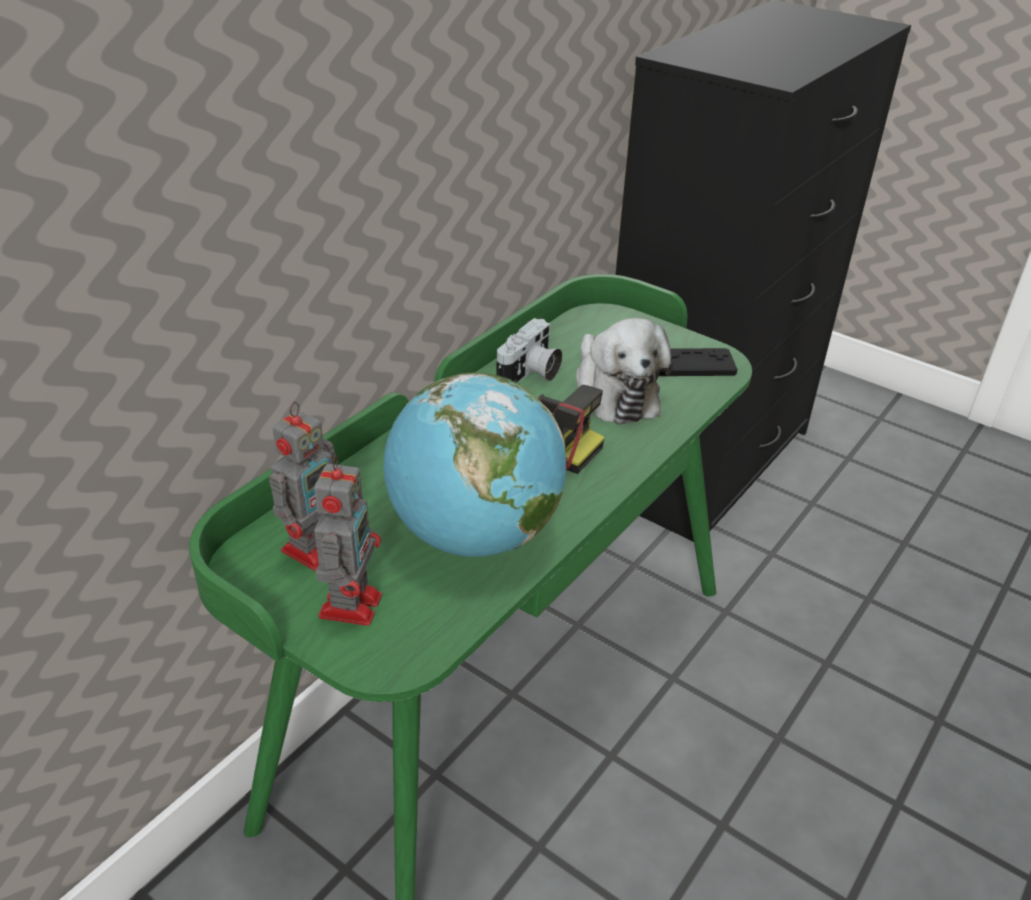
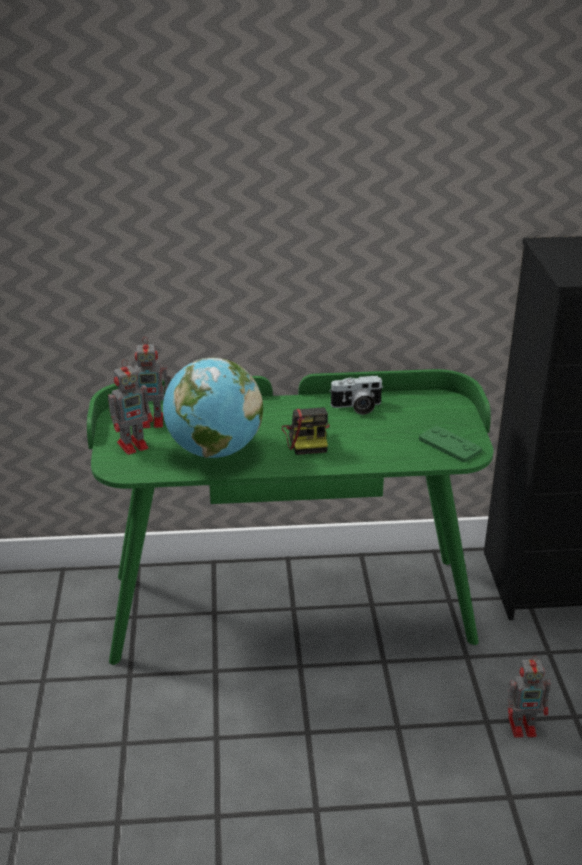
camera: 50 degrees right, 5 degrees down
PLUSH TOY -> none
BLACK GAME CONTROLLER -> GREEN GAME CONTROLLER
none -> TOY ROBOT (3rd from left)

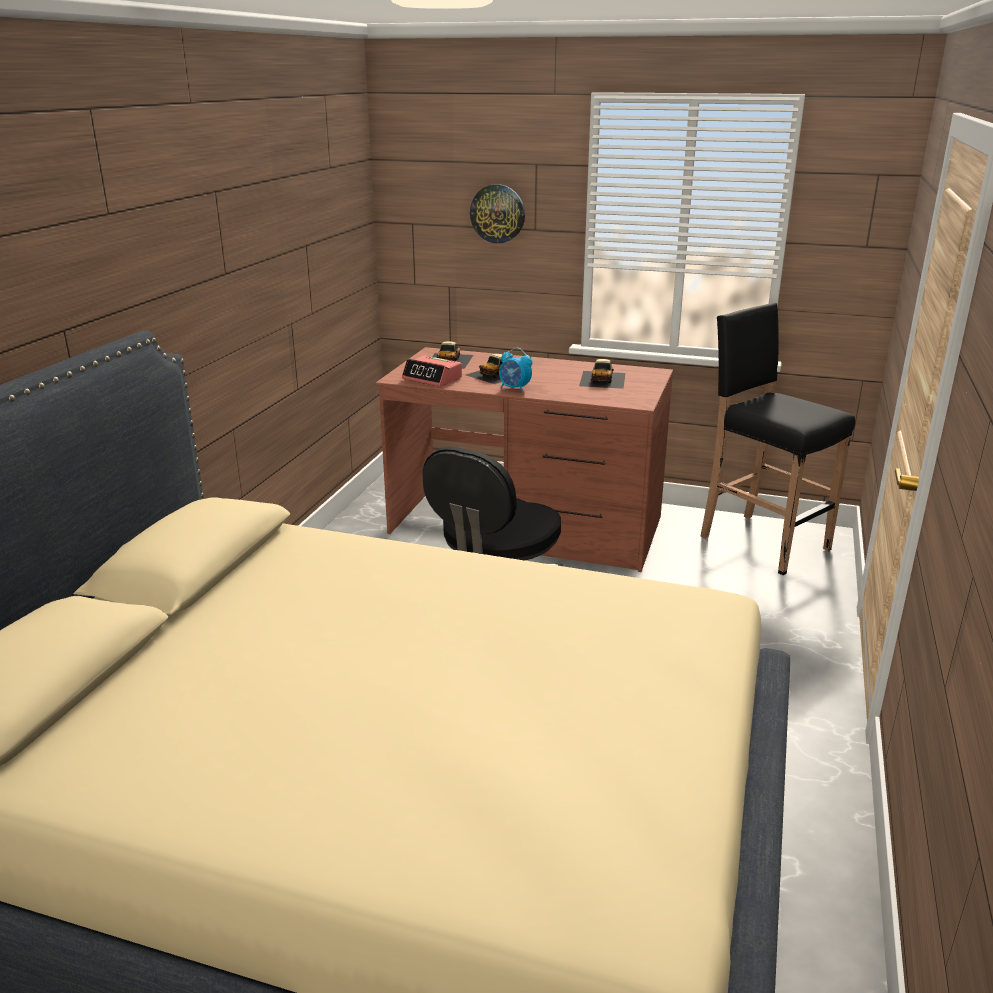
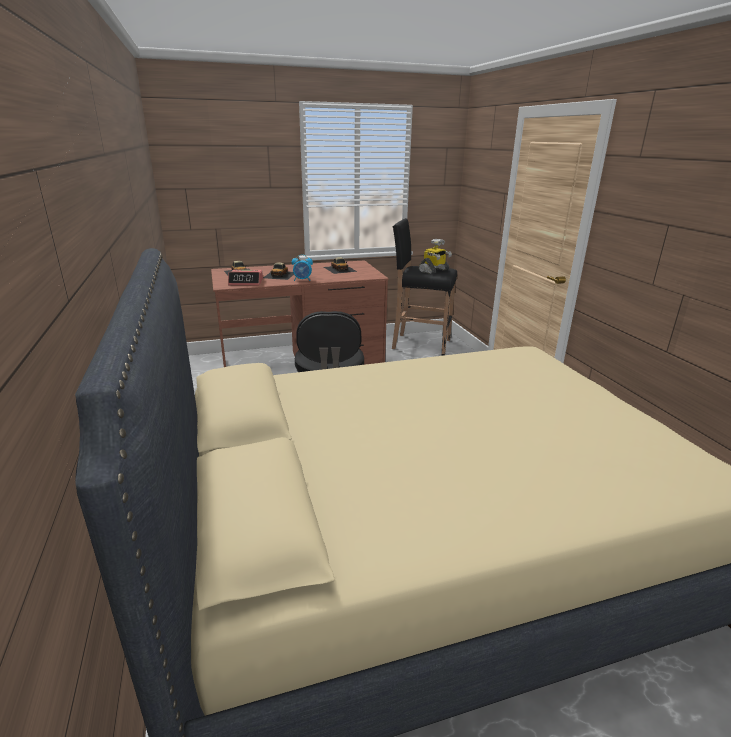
camera: 35 degrees left, 0 degrees up
WALL CLOCK -> none
none -> TOY ROBOT

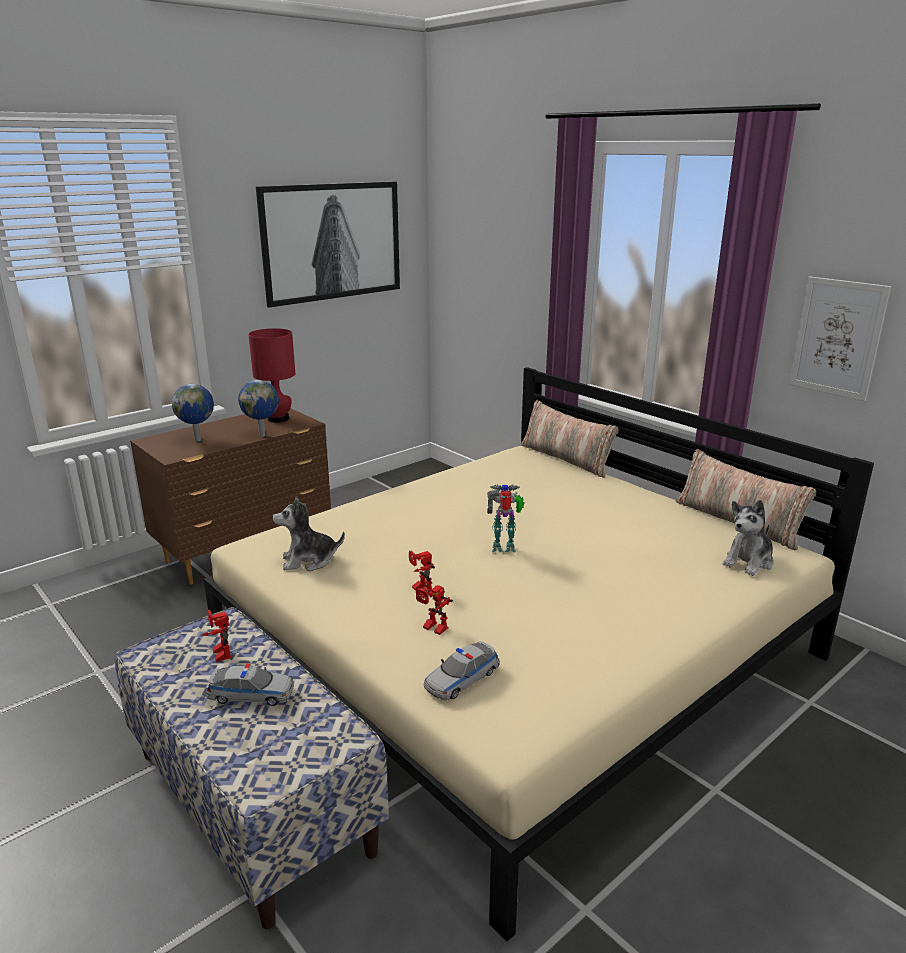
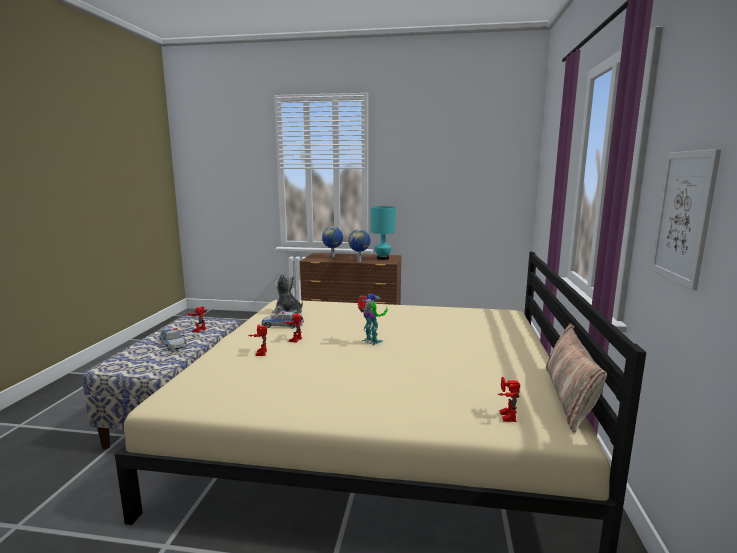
camera: 50 degrees right, 10 degrees down
PICTURE (1st from left) -> none
RED TABLE LAMP -> TURQUOISE TABLE LAMP
PILLOW (1st from left) -> none
PLUSH TOY (2nd from left) -> TOY ROBOT (5th from left)
TOY CAR (2nd from left), move

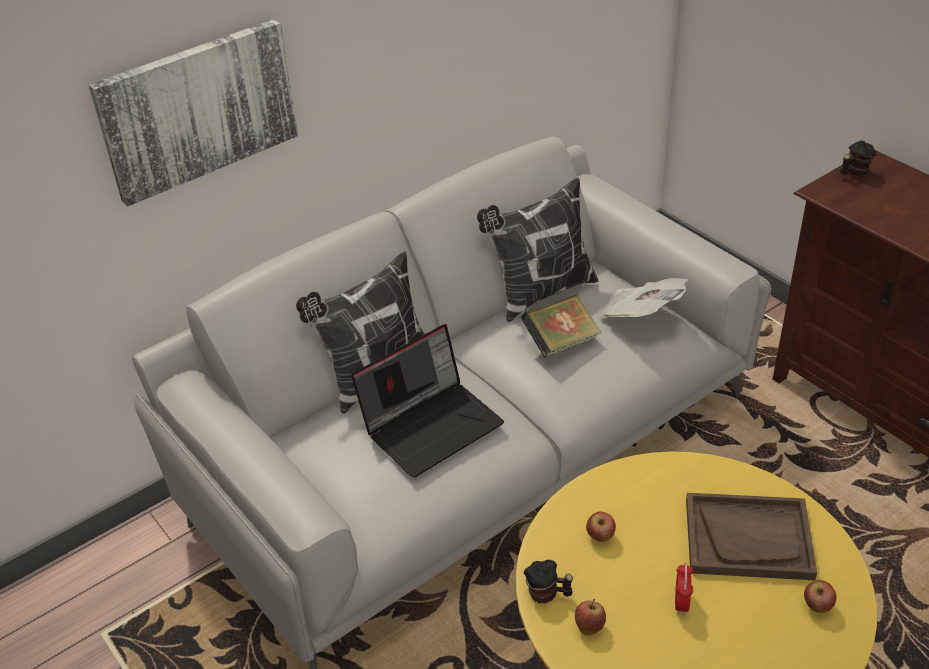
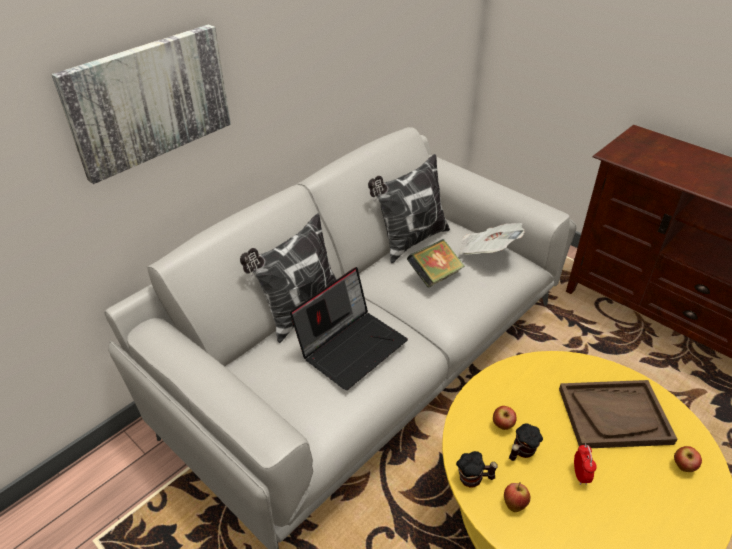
camera: 10 degrees left, 0 degrees up
MUG (2nd from left), move

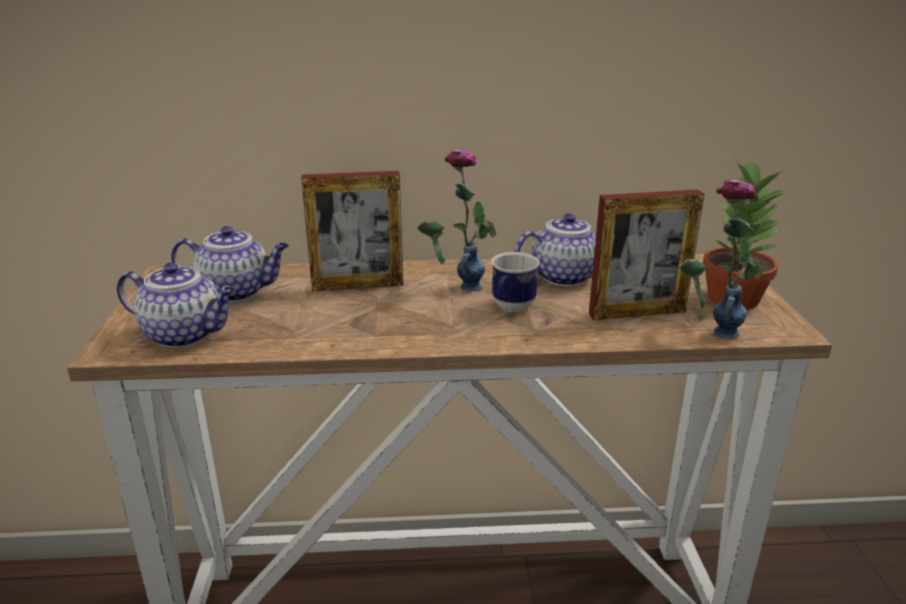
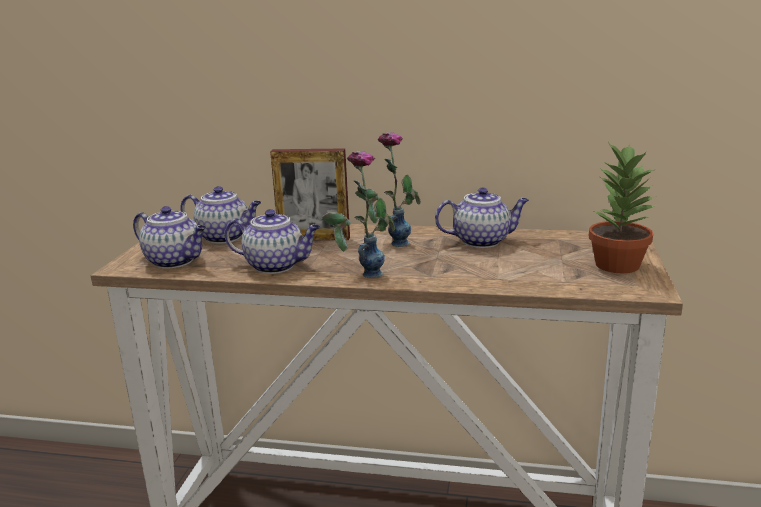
camera: 15 degrees right, 5 degrees down
VASE (2nd from left in the first image) -> VASE (1st from left), move
PICTURE FRAME (2nd from left) -> none
MUG -> none
none -> TEAPOT (3rd from left)

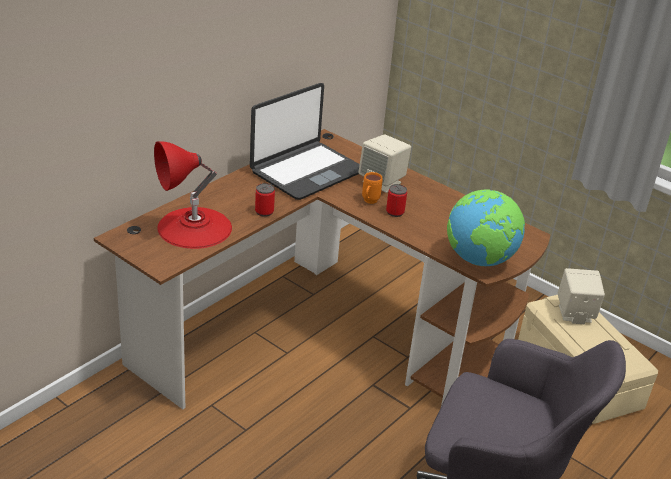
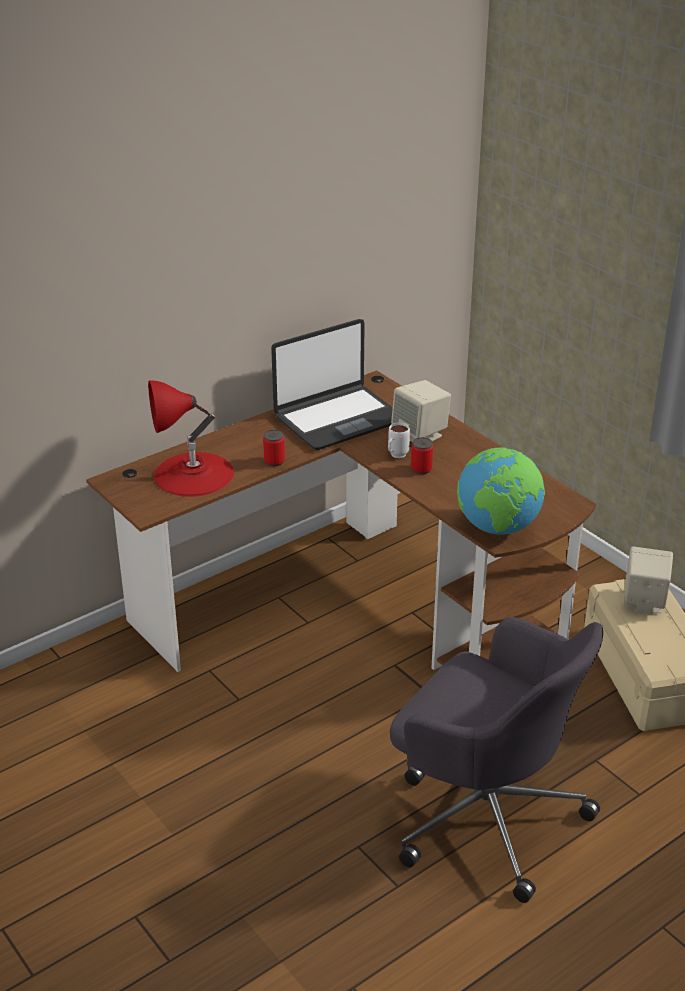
camera: 15 degrees right, 0 degrees up
ORANGE MUG -> WHITE MUG

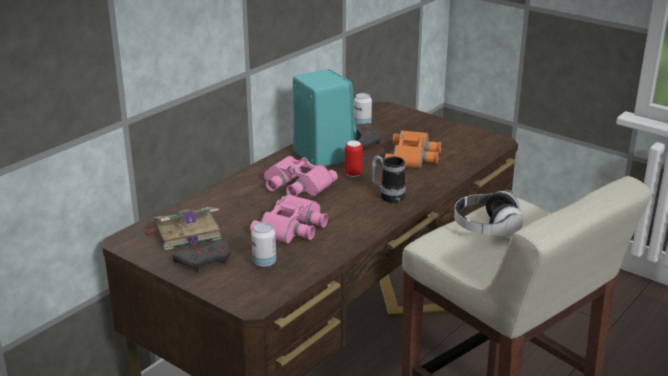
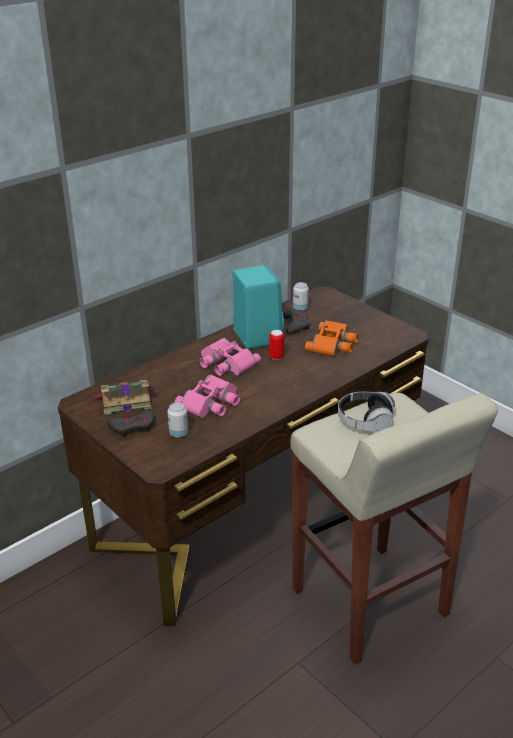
camera: 10 degrees right, 5 degrees up
MUG -> none

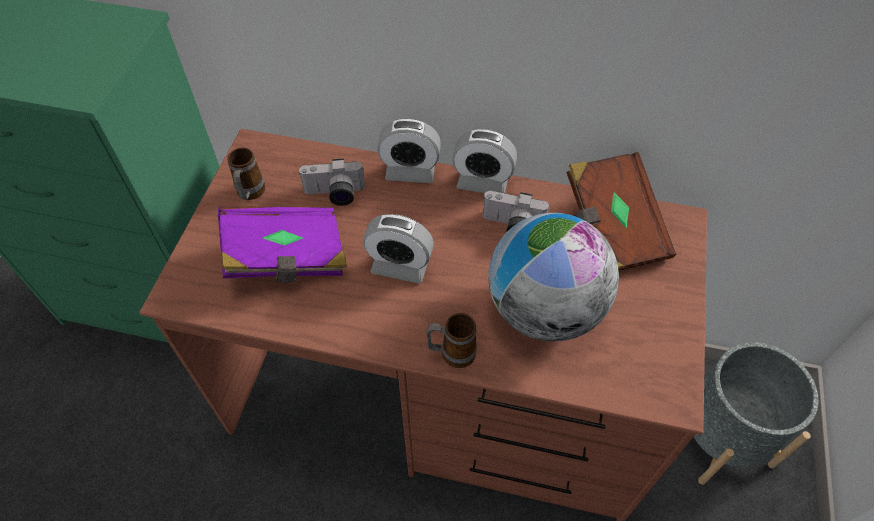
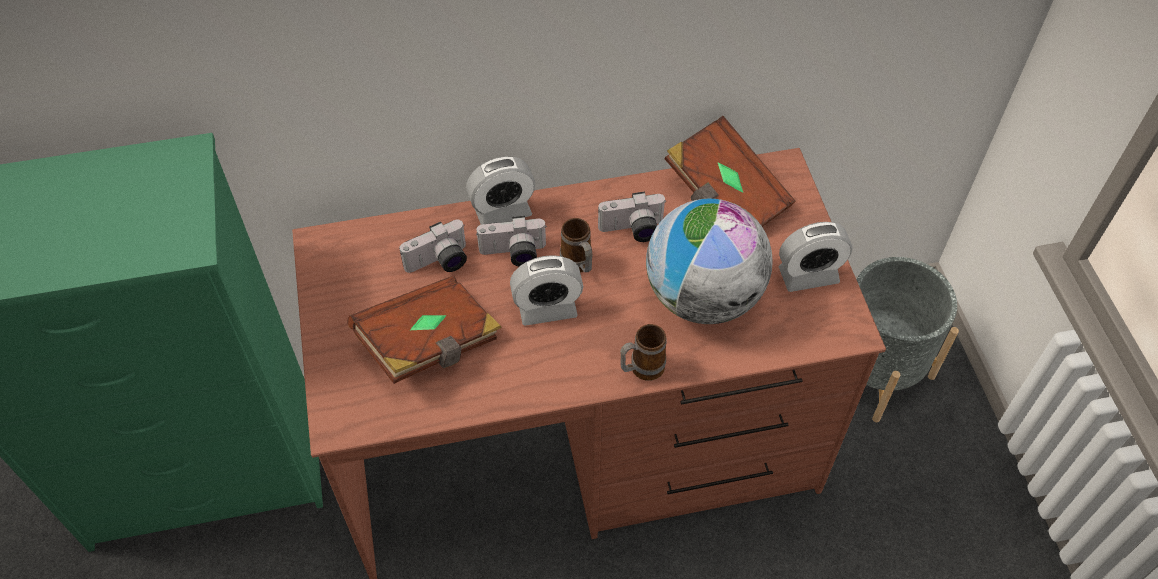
camera: 25 degrees left, 0 degrees up
ALARM CLOCK (3rd from left), move
MUG (1st from left), move
PURPLE BOOK -> BROWN BOOK (1st from left)
none -> PHOTO CAMERA (2nd from left)

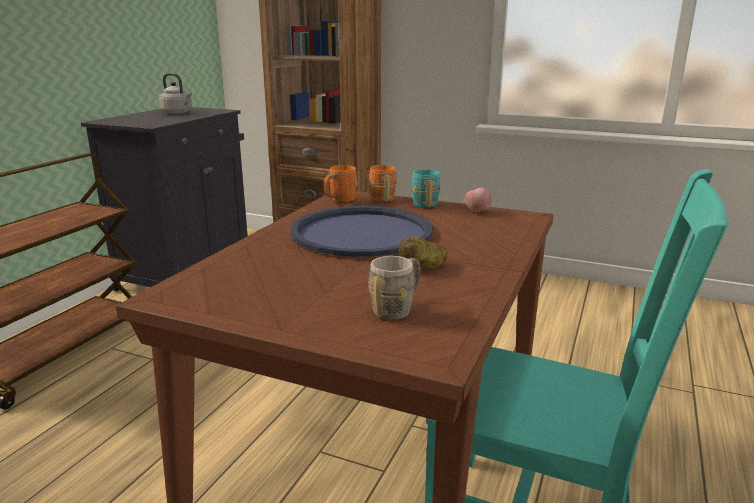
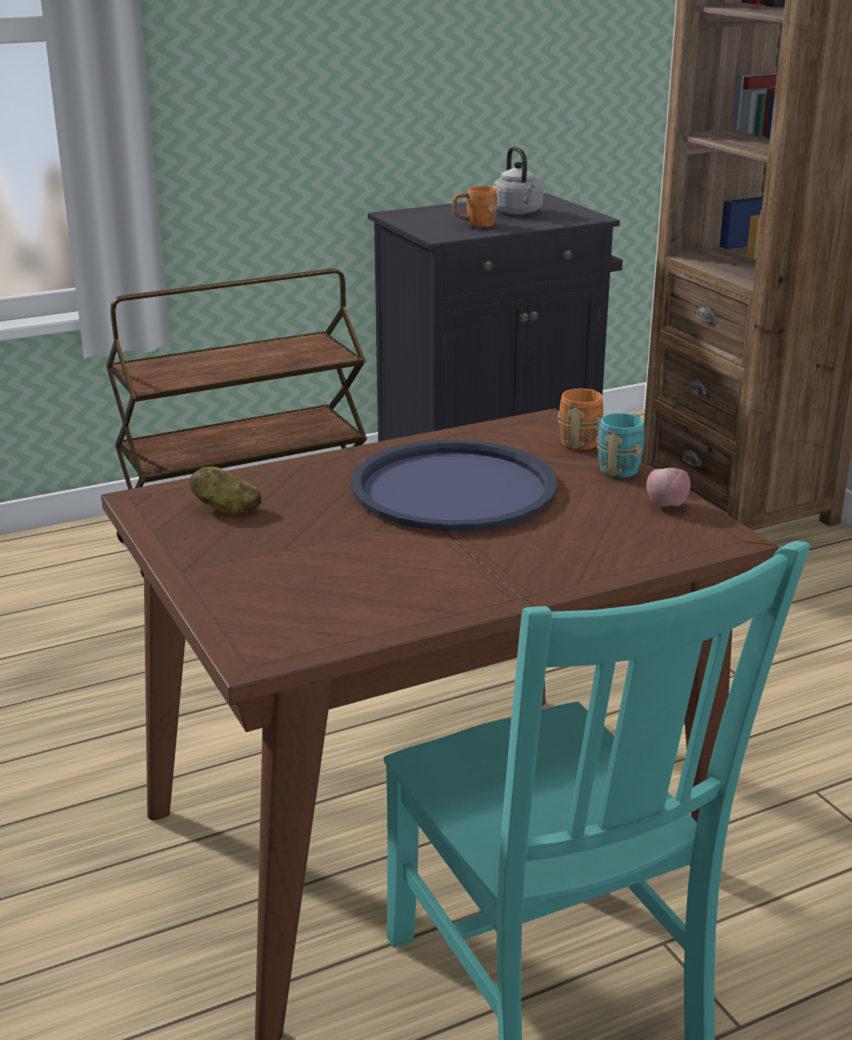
camera: 40 degrees right, 5 degrees up
ORANGE MUG (1st from left), move
POTATO, move
GREY MUG -> none

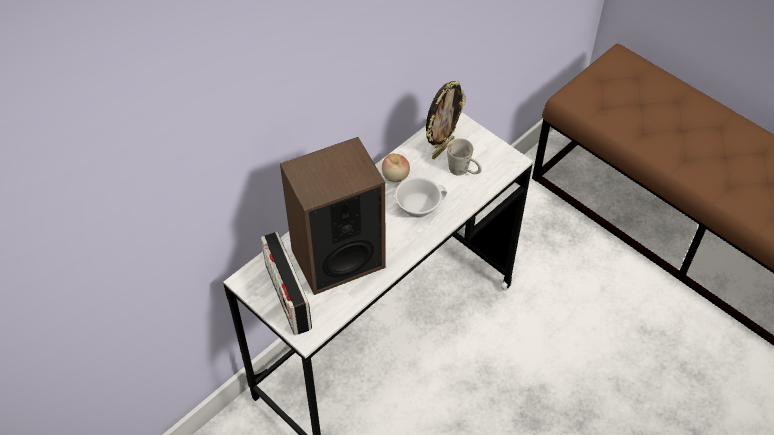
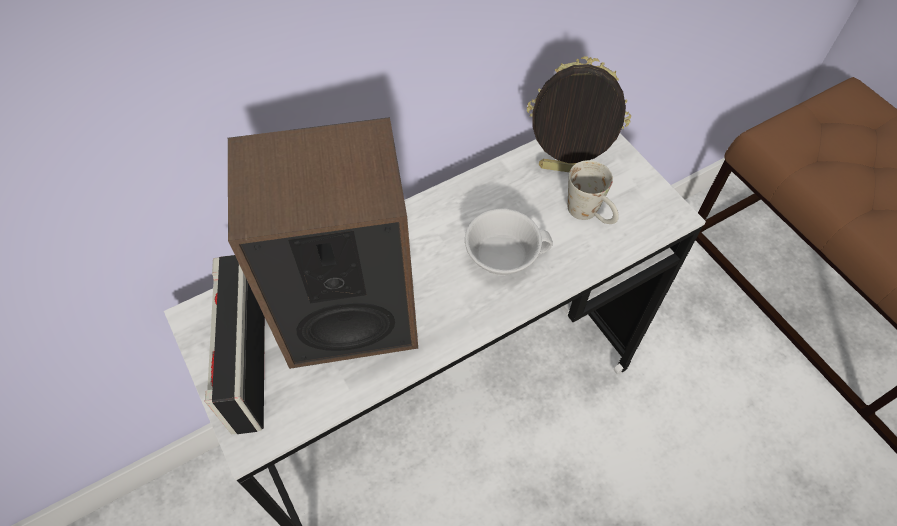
camera: 15 degrees right, 5 degrees up
PICTURE FRAME, 135 degrees counterclockwise
APPLE -> none

